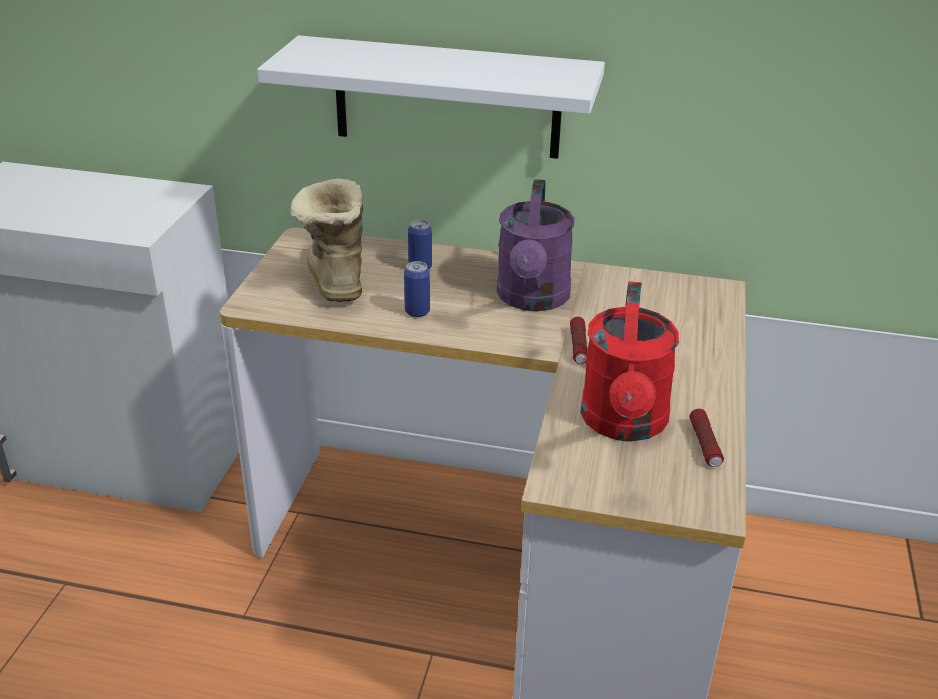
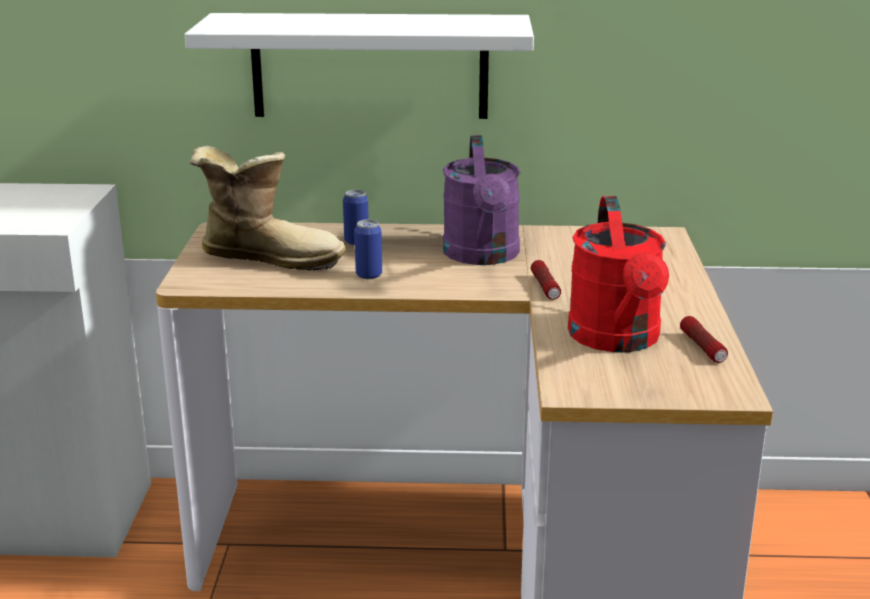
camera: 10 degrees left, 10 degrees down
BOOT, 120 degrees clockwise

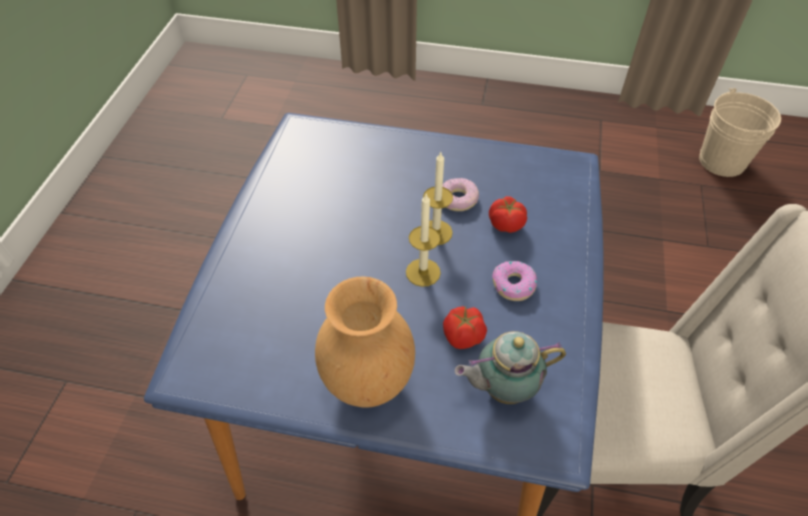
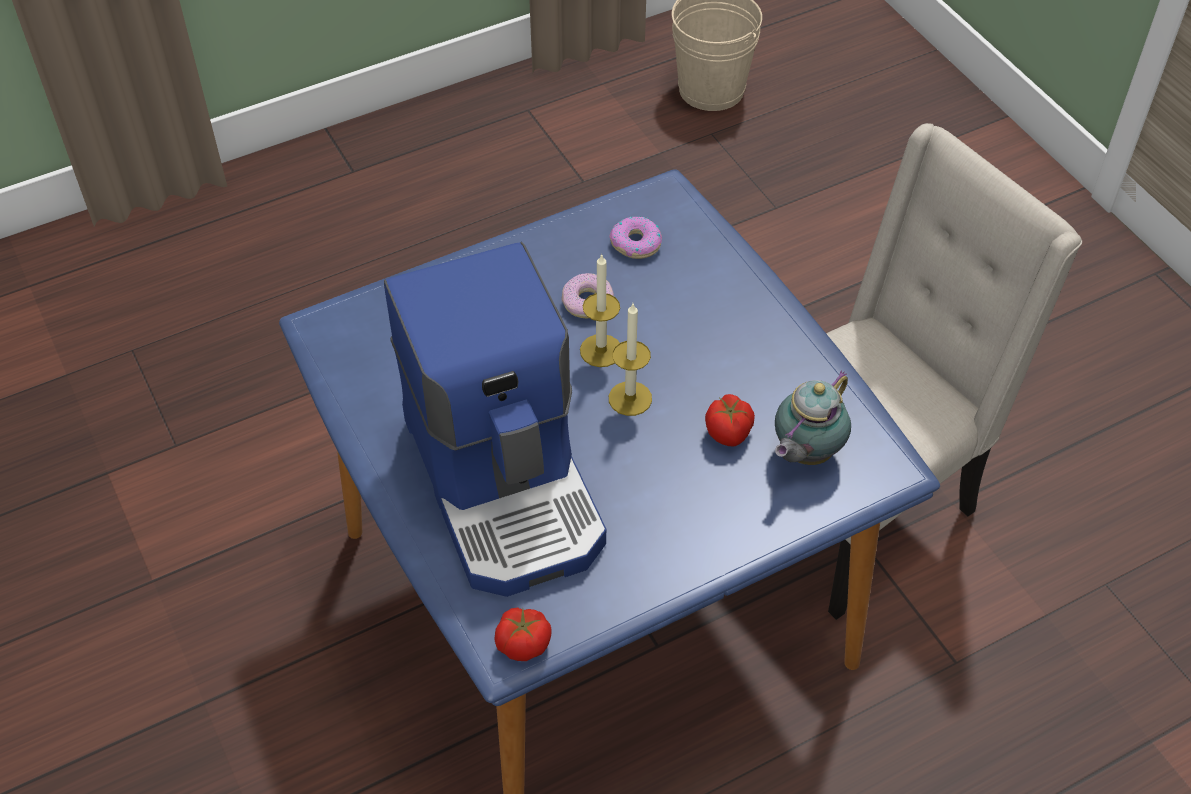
camera: 40 degrees left, 0 degrees up
TOMATO (2nd from left in the first image) -> TOMATO (1st from left), move
DONUT (2nd from left), move
BROWN VASE -> none
none -> COFFEE MACHINE

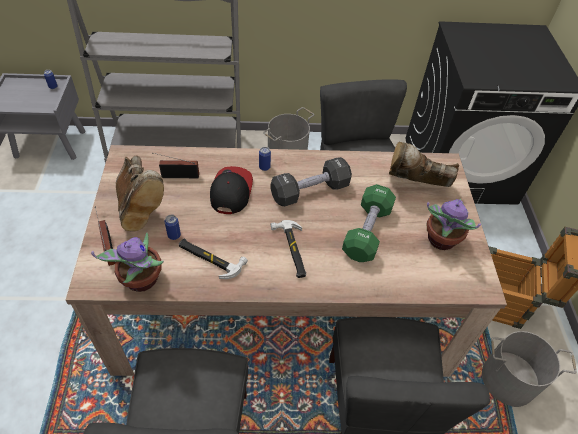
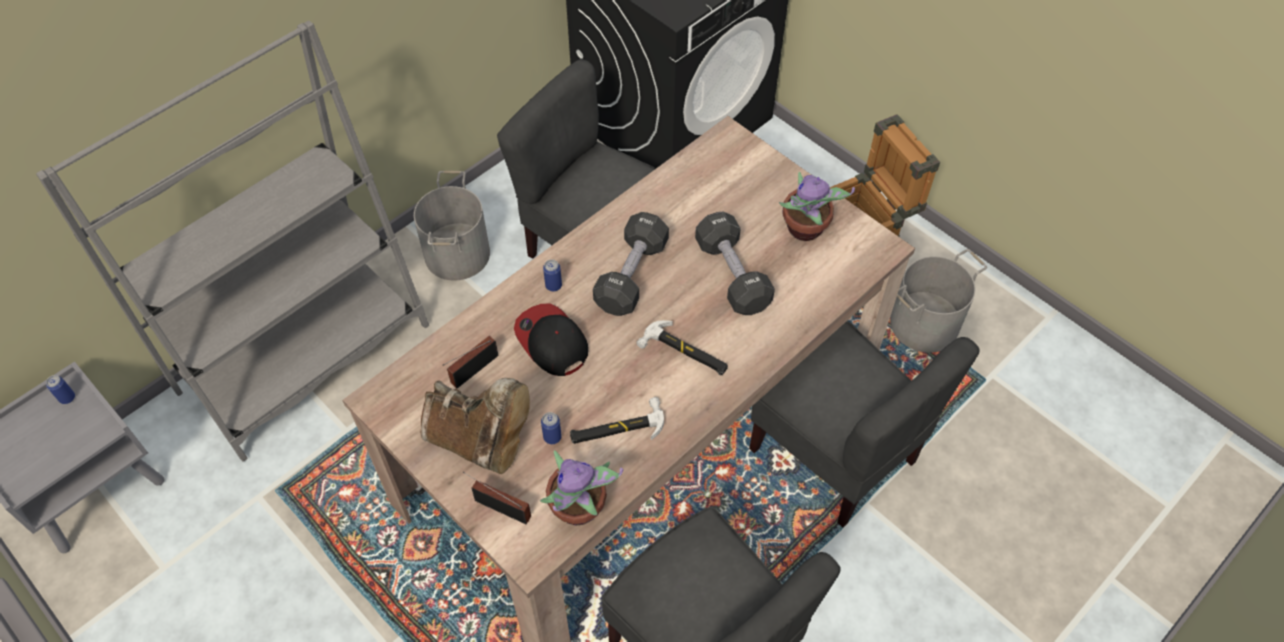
camera: 40 degrees left, 5 degrees up
BROWN BOOT (2nd from left) -> none
GREEN DUMBBELL -> BLACK DUMBBELL (2nd from left)

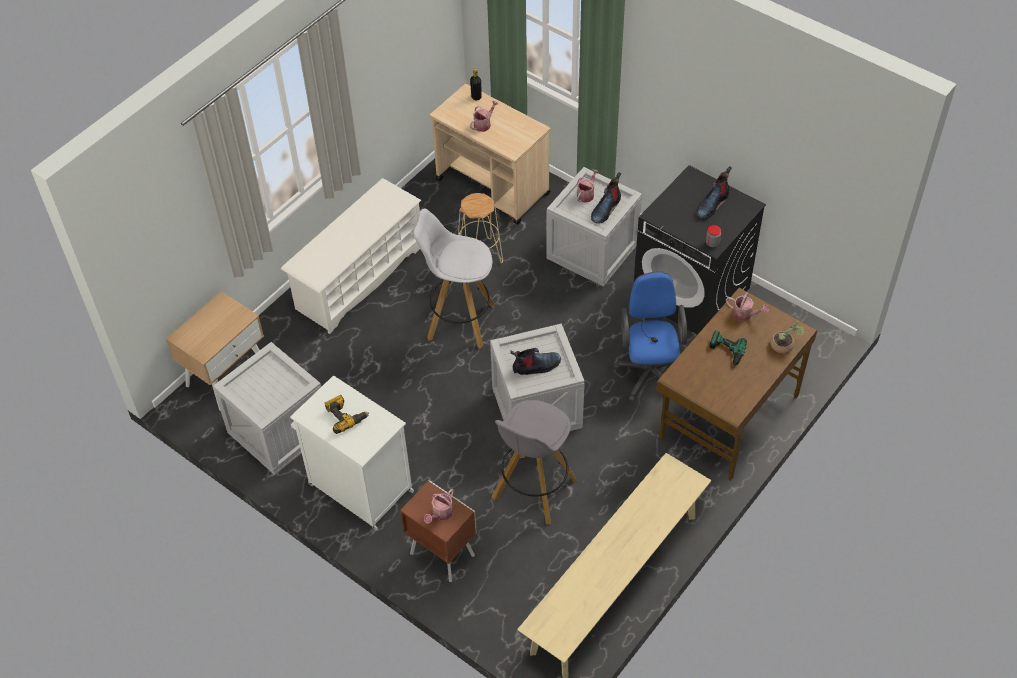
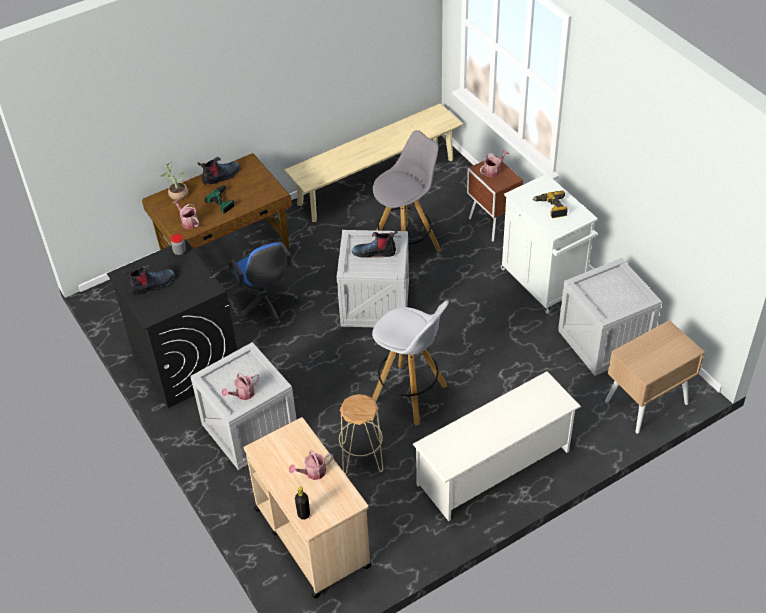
camera: 160 degrees left, 5 degrees down
BOOT (2nd from left), move
BLUE OFFICE CHAIR, 45 degrees counterclockwise

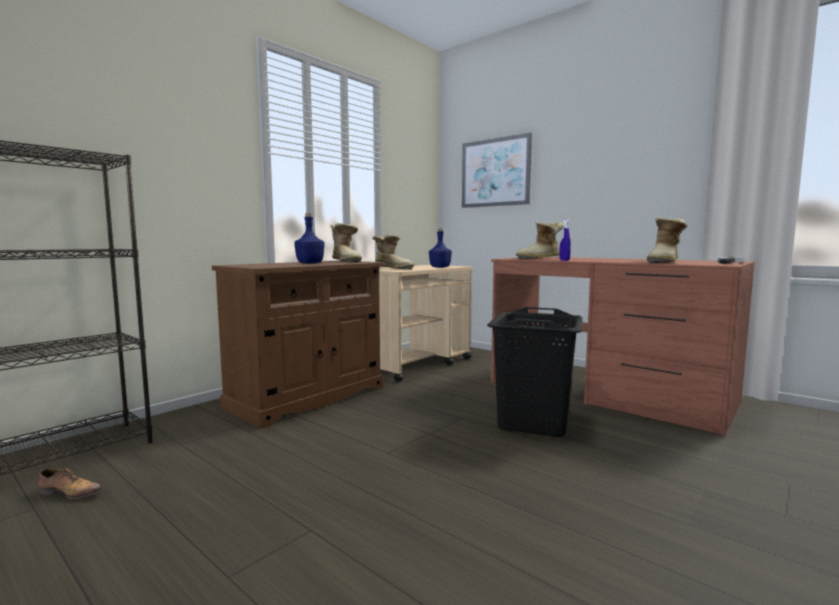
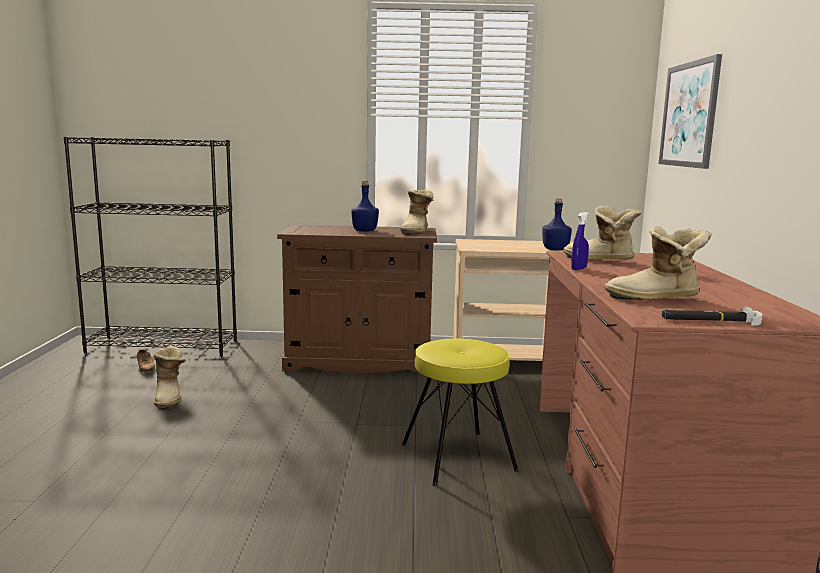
camera: 50 degrees right, 5 degrees up
BOOT (2nd from left in the first image) -> BOOT (1st from left), move
BLACK LAUNDRY BASKET -> YELLOW STOOL

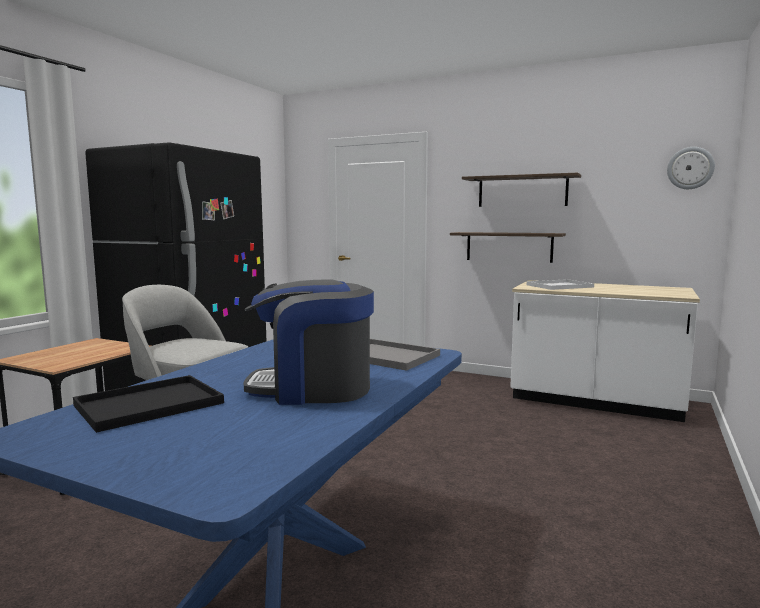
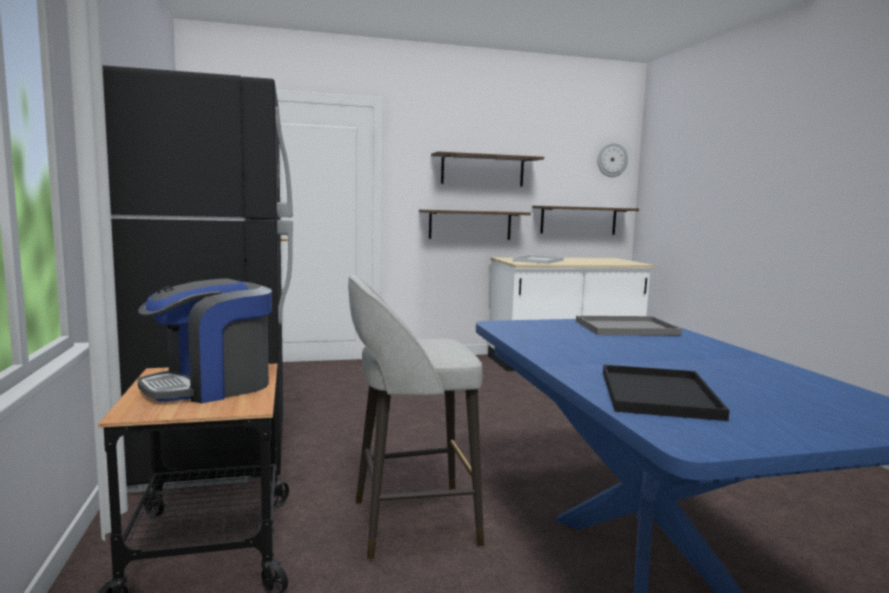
camera: 40 degrees left, 0 degrees up
COFFEE MACHINE, move
none -> SHELF (3rd from left)

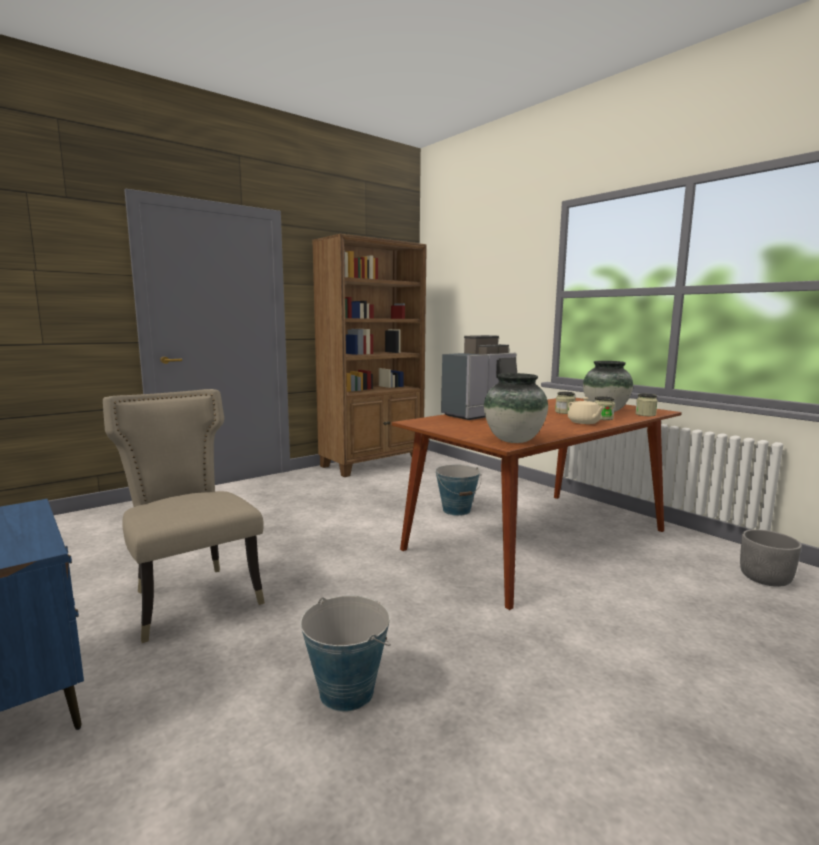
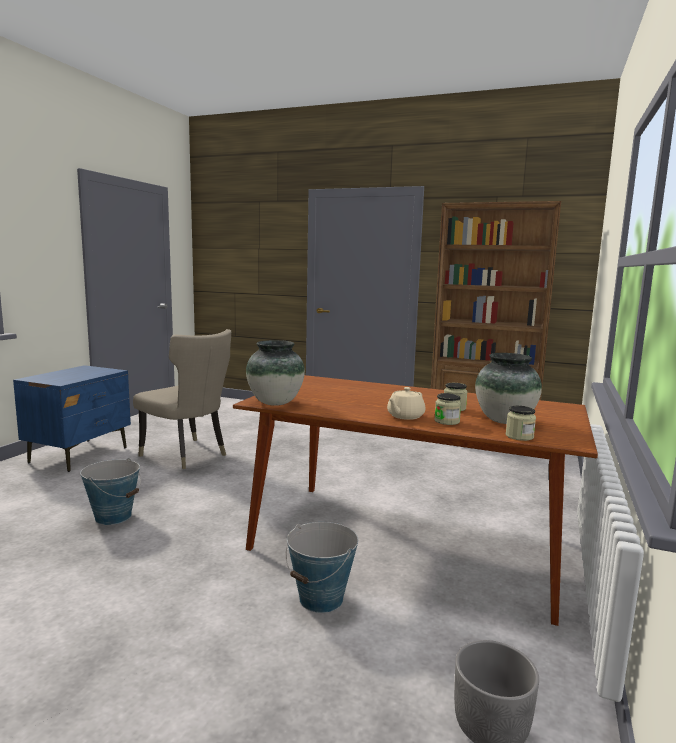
camera: 60 degrees right, 0 degrees up
COFFEE MACHINE -> none
BEIGE CHAIR, 105 degrees clockwise
BUCKET (2nd from left), move

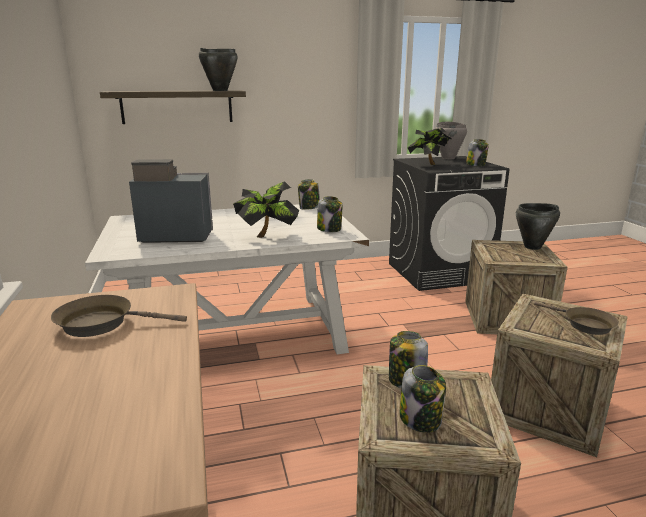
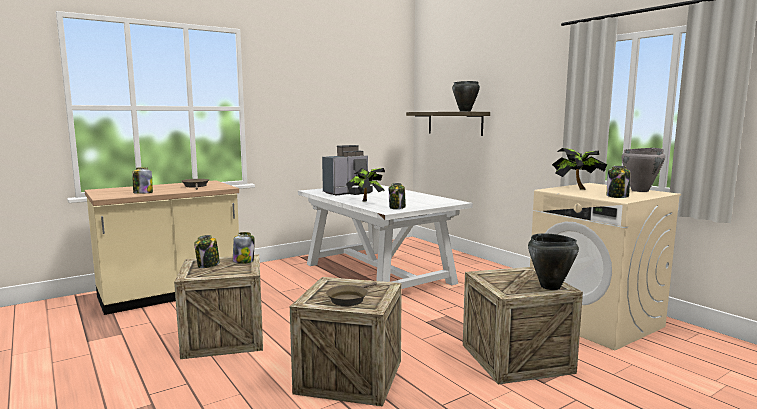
camera: 70 degrees right, 10 degrees down
BLACK WASHING MACHINE -> BEIGE WASHING MACHINE
COFFEE MACHINE, 75 degrees clockwise
JAR (1st from left), move

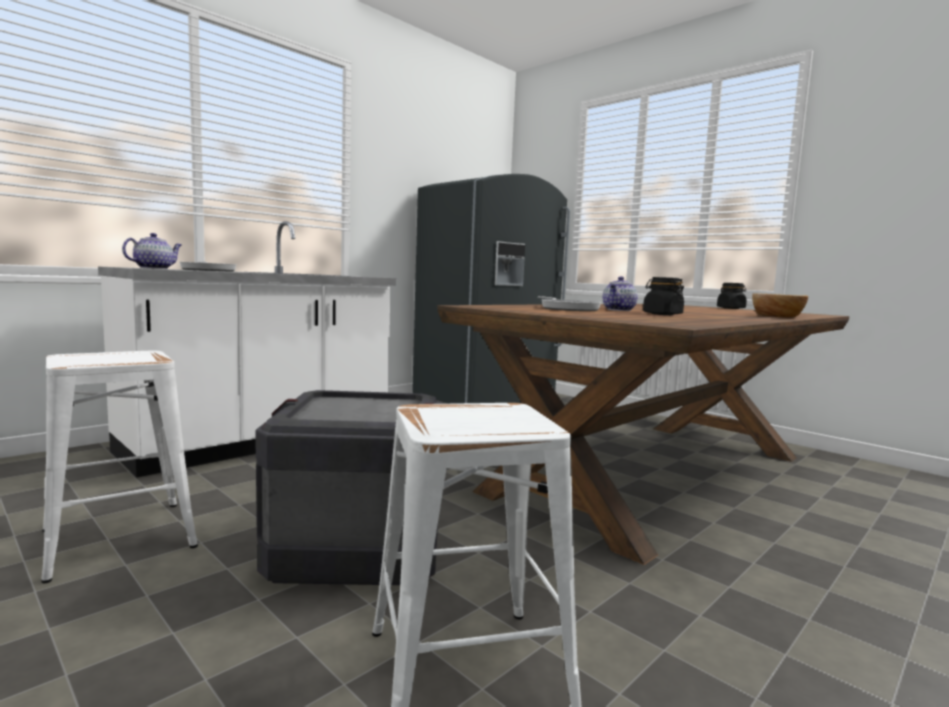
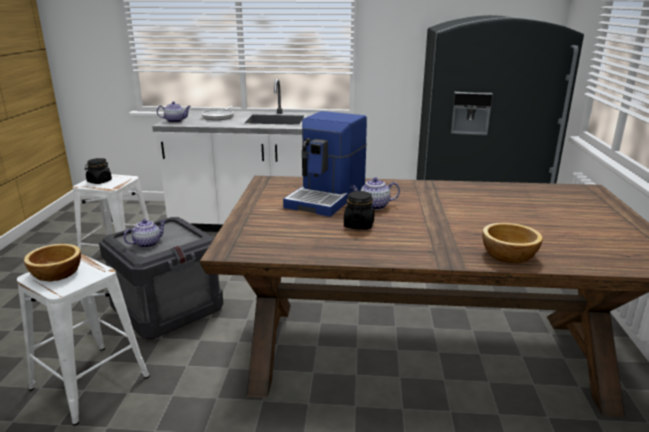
camera: 50 degrees right, 15 degrees up
BLACK JAR (2nd from left in the first image) -> BLACK JAR (1st from left), move
FRYING PAN (2nd from left) -> COFFEE MACHINE
none -> TEAPOT (1st from left)
none -> BOWL (1st from left)

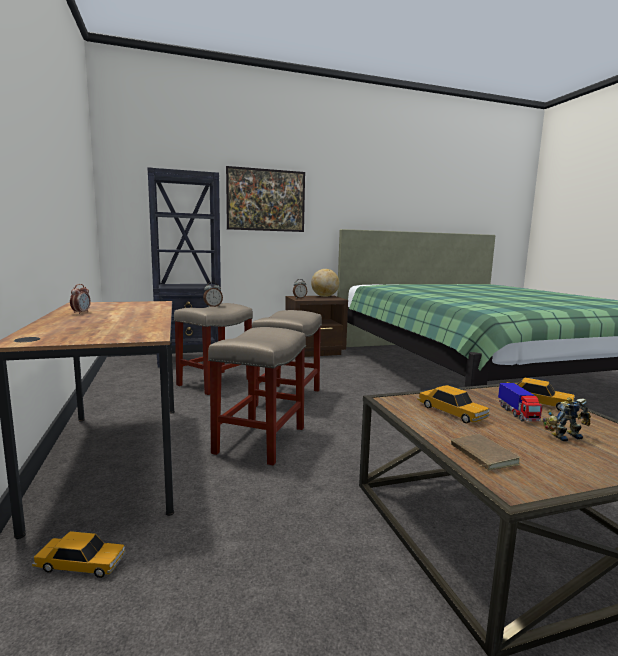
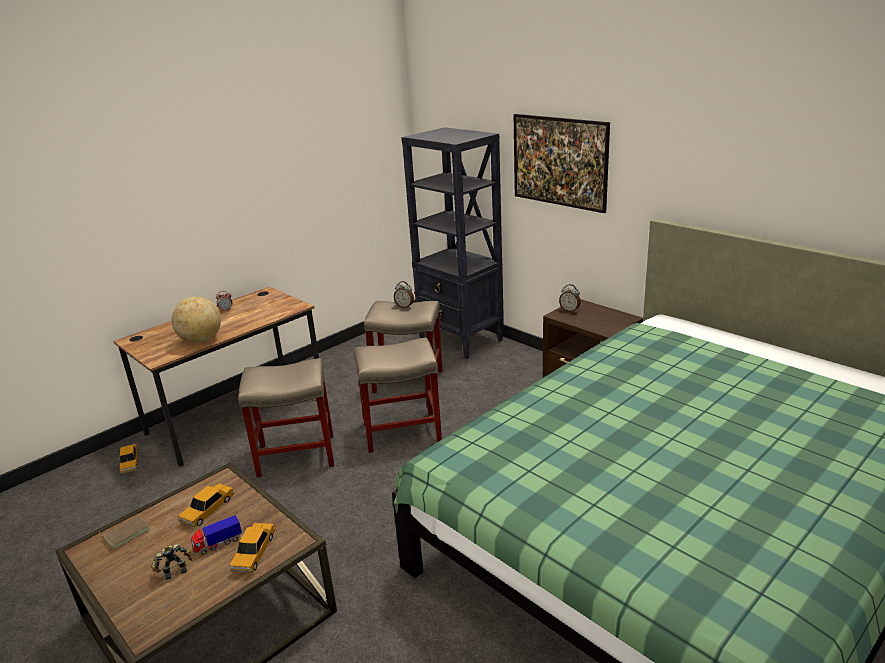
camera: 65 degrees right, 15 degrees up
GLOBE, move
TOY ROBOT, 75 degrees counterclockwise

